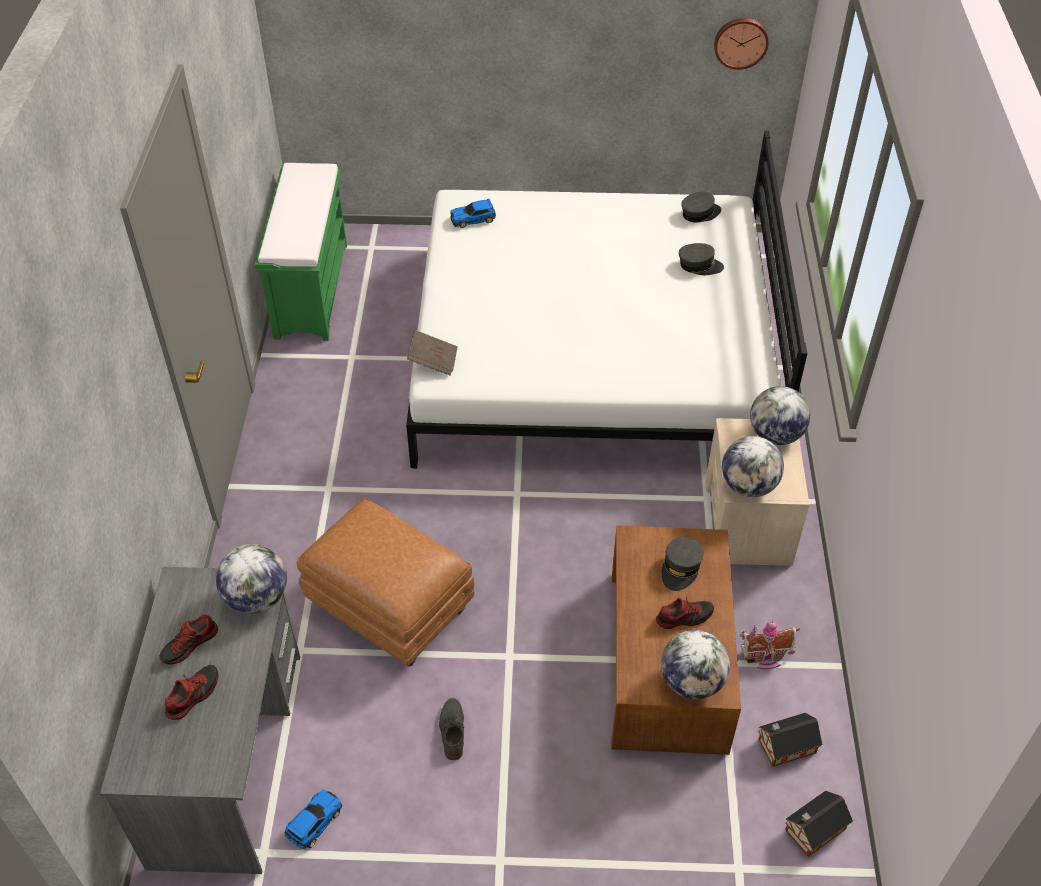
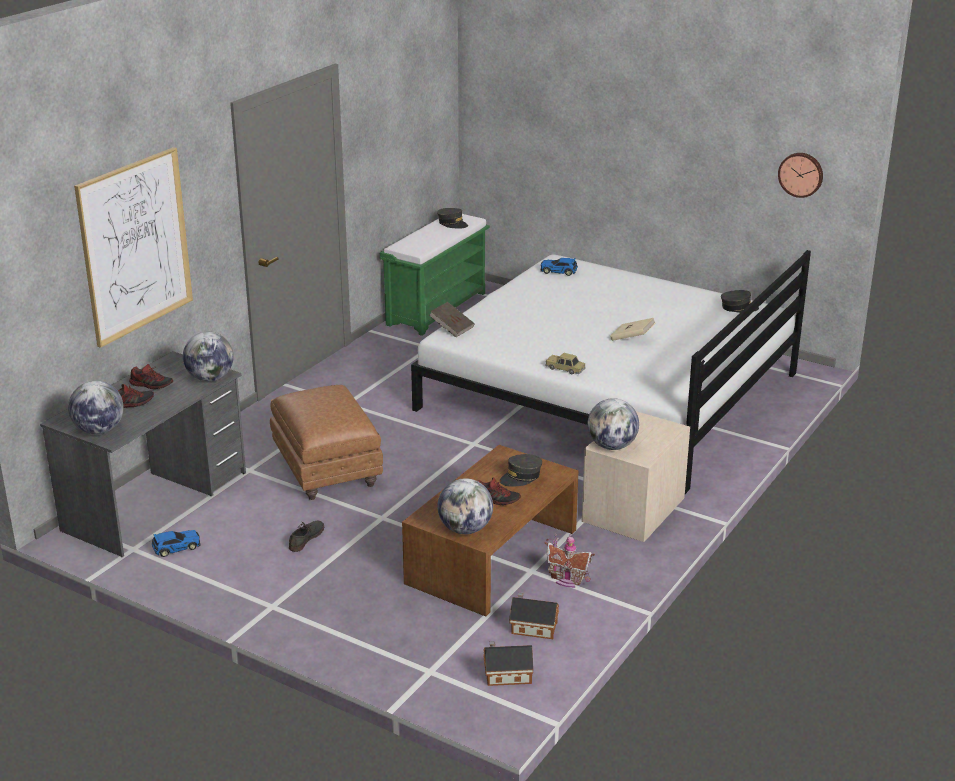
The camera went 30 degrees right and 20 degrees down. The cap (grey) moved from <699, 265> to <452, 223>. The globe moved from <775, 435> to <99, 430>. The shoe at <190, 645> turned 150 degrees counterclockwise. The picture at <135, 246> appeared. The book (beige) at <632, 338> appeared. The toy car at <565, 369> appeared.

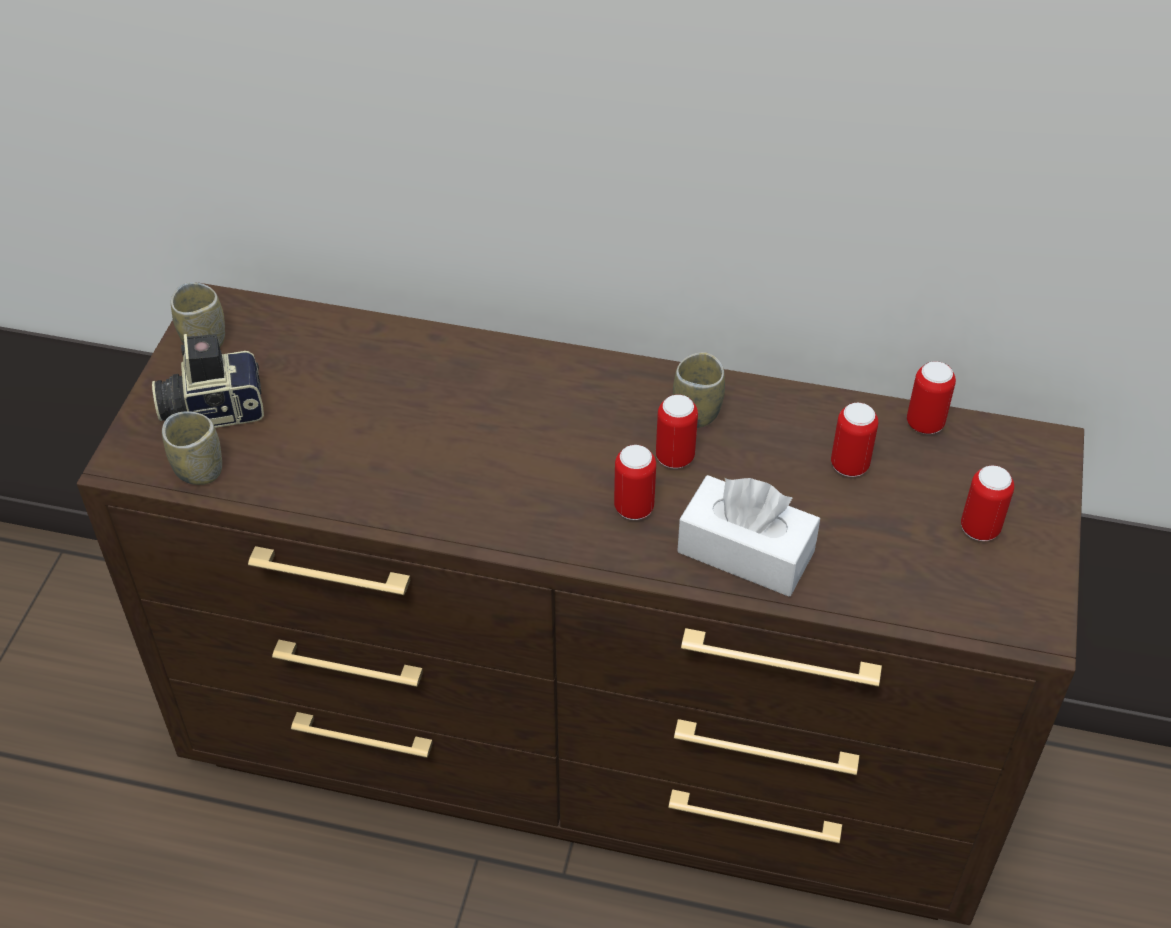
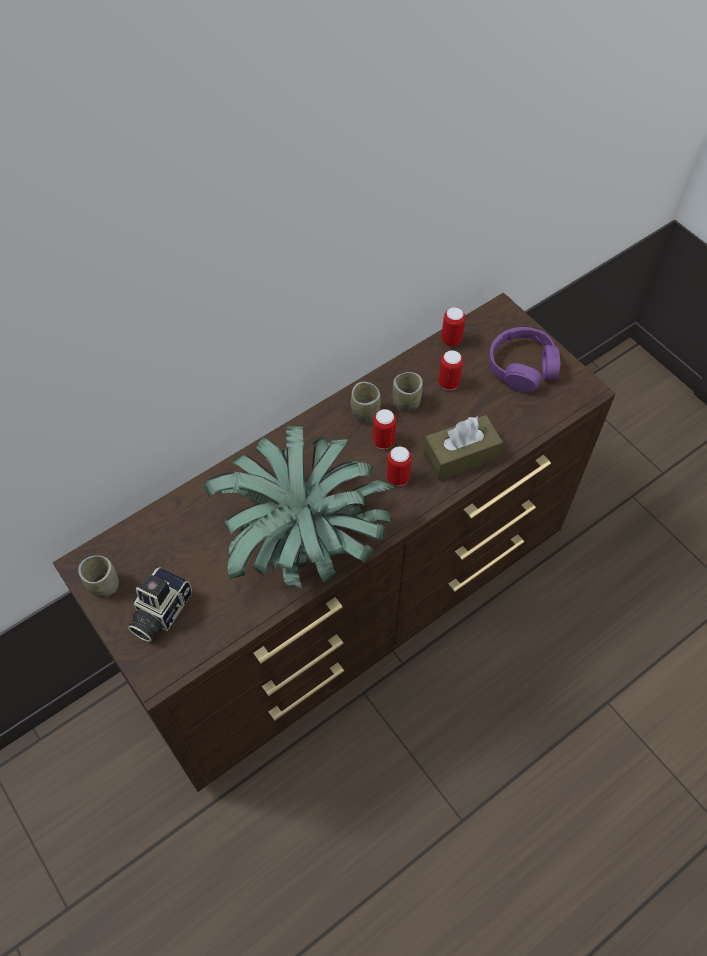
The camera went 50 degrees left and 10 degrees up. The cup moved from <199, 470> to <406, 403>. The can at <980, 528> was replaced by the headphones (purple) at <522, 367>. The tissue box (white) at <745, 552> became the tissue box (brown) at <461, 455>. The potted plant at <302, 536> appeared.

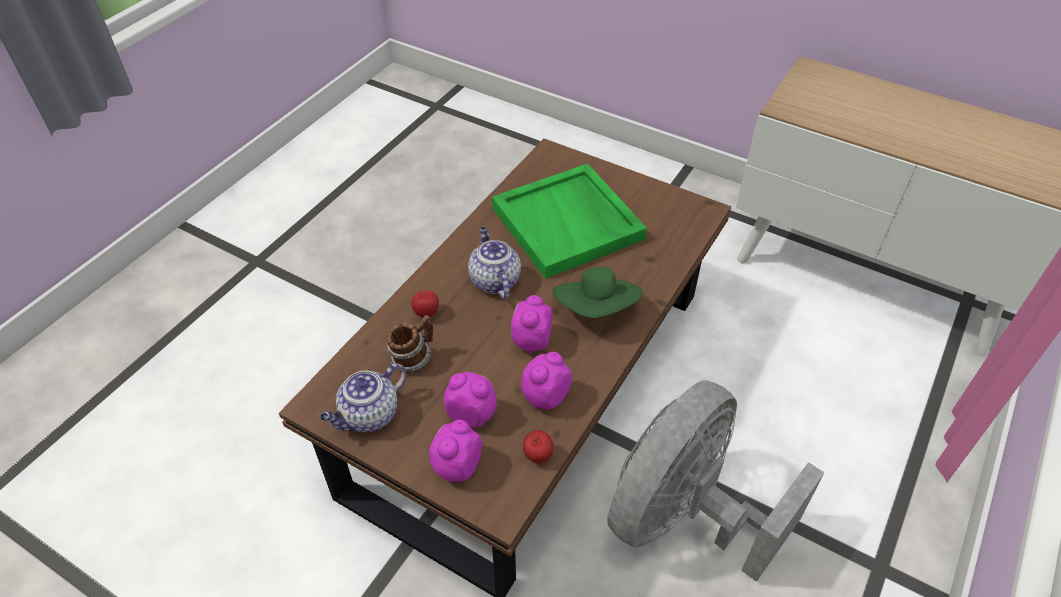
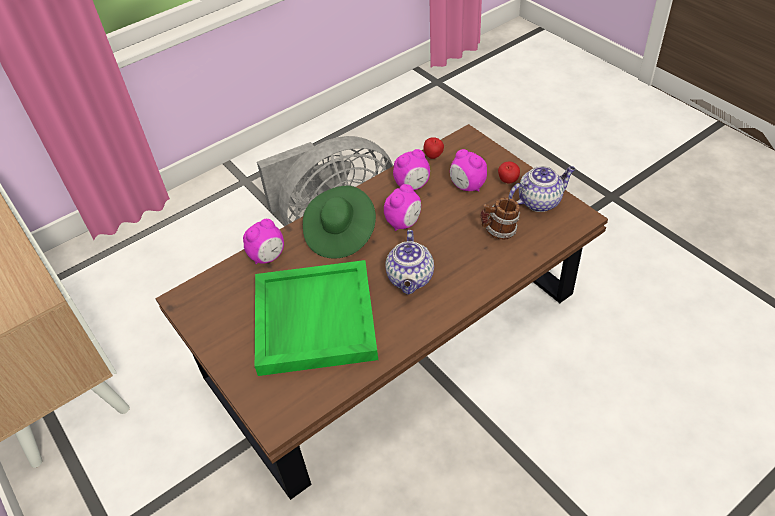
The camera went 155 degrees left and 0 degrees up. The apple moved from <426, 313> to <508, 181>. The alarm clock moved from <457, 467> to <268, 257>.

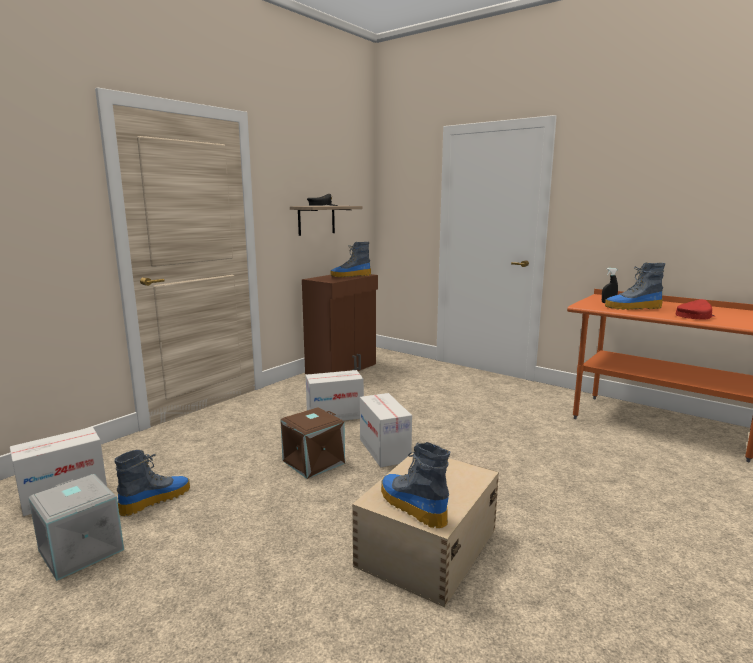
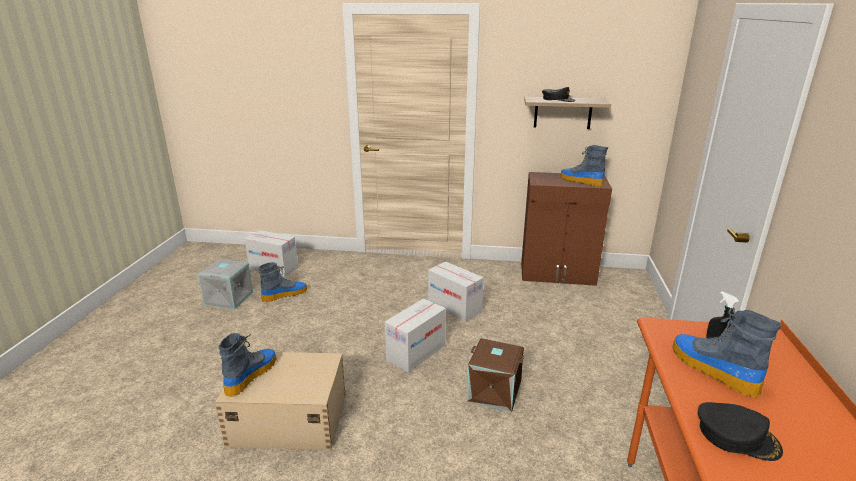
The camera went 60 degrees right and 10 degrees up. The cap (red) at <694, 316> became the cap (black) at <737, 436>. The storage box (brown) moved from <313, 462> to <493, 392>. The boot at <156, 499> turned 45 degrees counterclockwise.

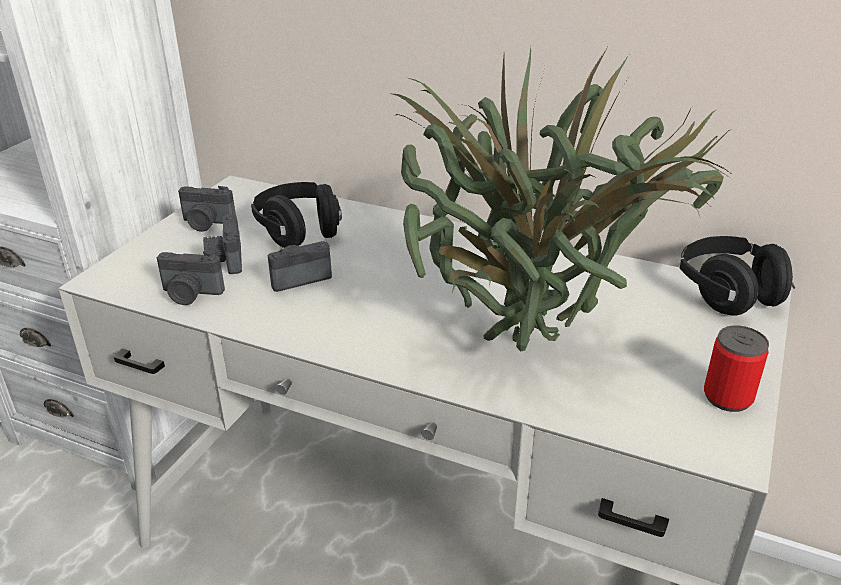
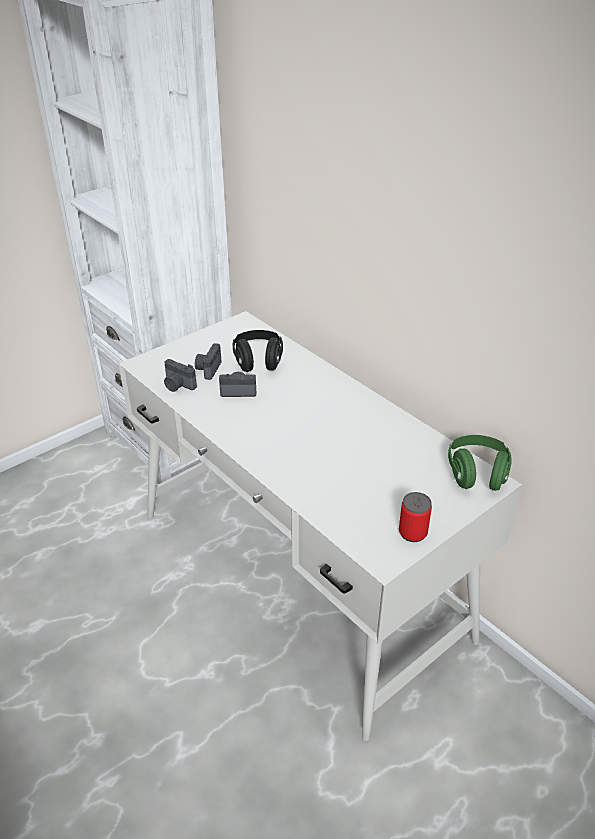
The camera went 25 degrees right and 5 degrees up. The potted plant at <530, 354> disappeared. The photo camera at <206, 223> disappeared. The headphones (black) at <727, 294> became the headphones (green) at <477, 474>.

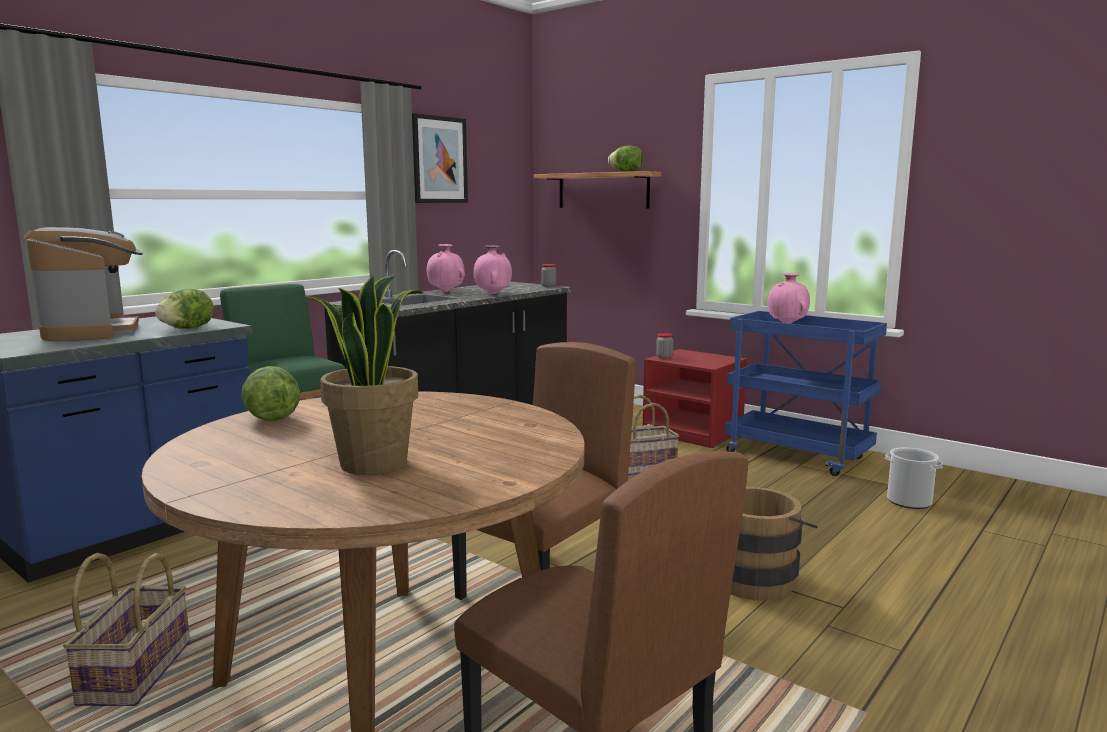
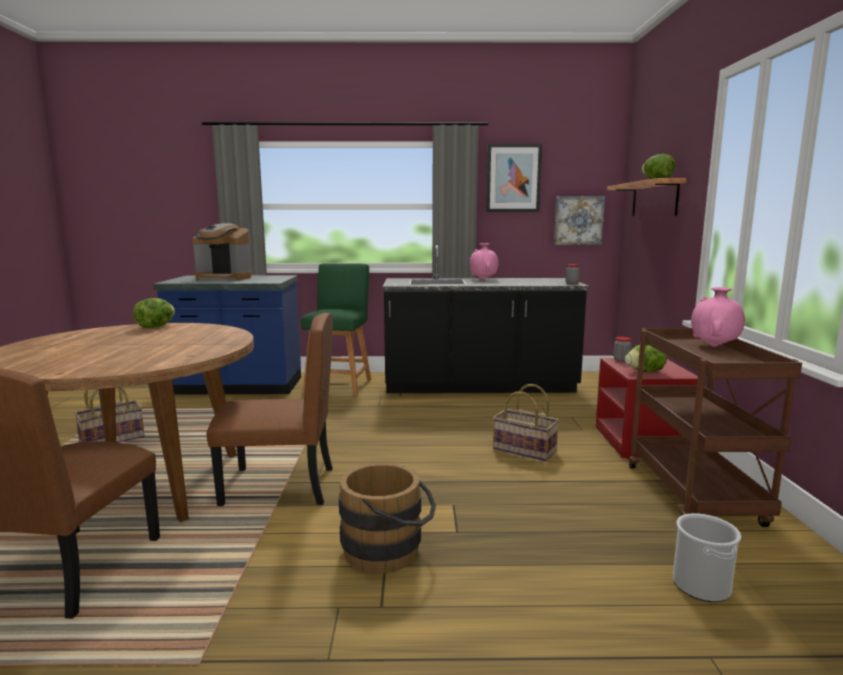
The camera went 50 degrees right and 0 degrees up. The coffee machine at <93, 332> turned 75 degrees clockwise. The vase (pink) at <493, 294> disappeared. The potted plant at <373, 463> disappeared. The lettuce moved from <187, 328> to <645, 372>. The cart (blue) at <798, 456> became the cart (brown) at <695, 497>. The picture at <578, 220> appeared.

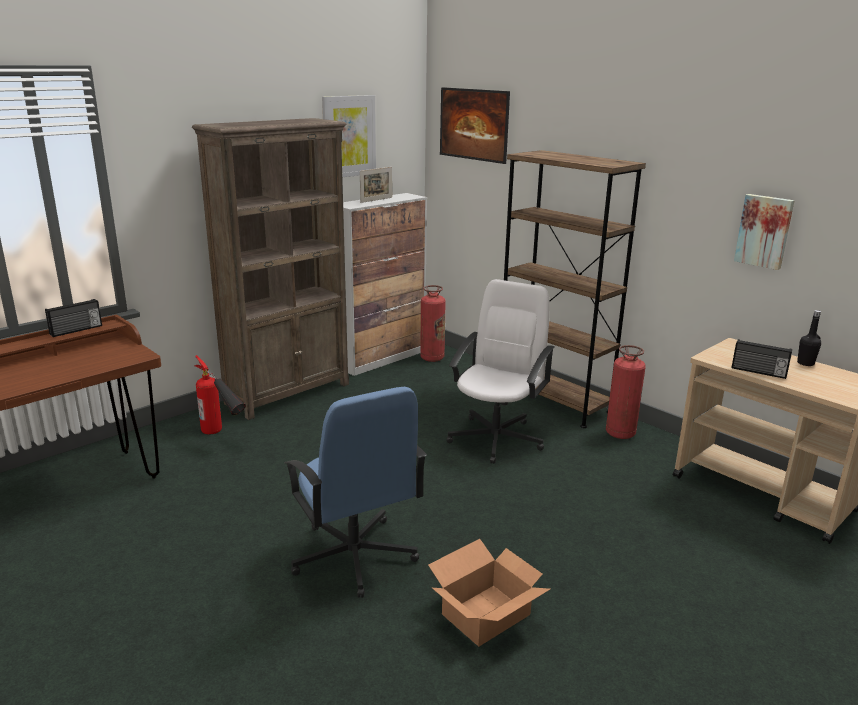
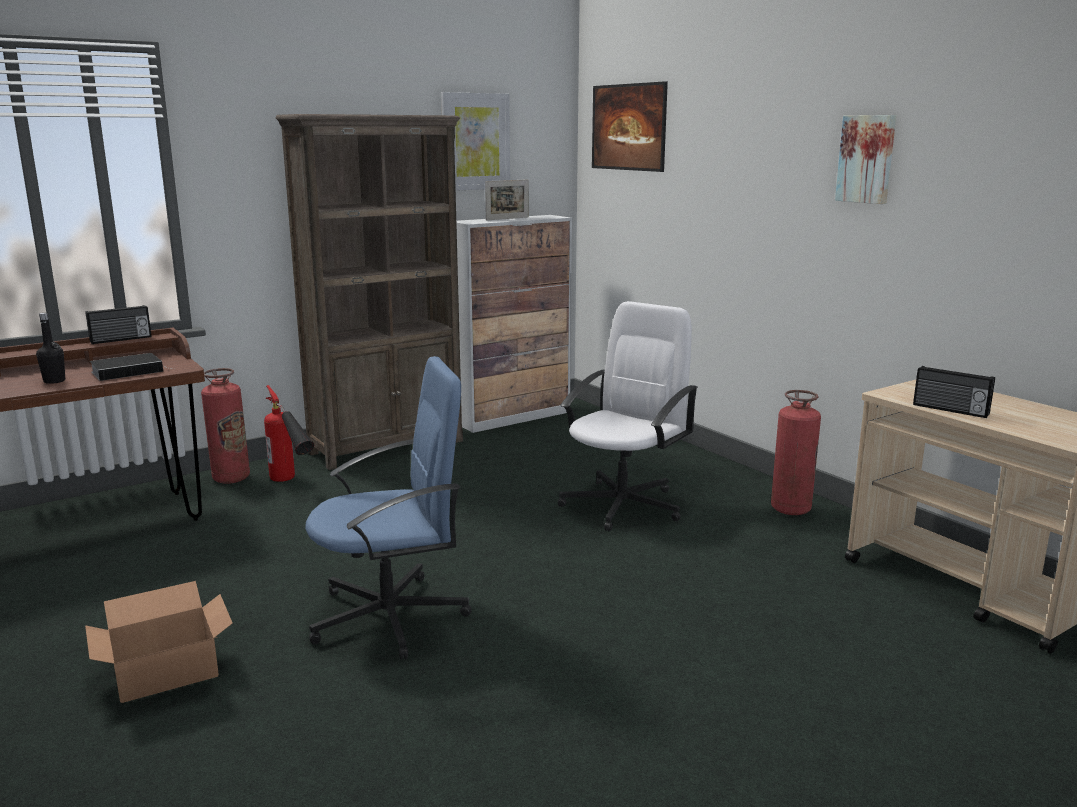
The camera went 10 degrees right and 5 degrees down. The bookcase (brown) at <552, 401> disappeared. The picture moved from <764, 231> to <867, 159>. The fire extinguisher moved from <432, 358> to <231, 478>. The bottle (black) moved from <805, 363> to <54, 381>. The office chair (blue) at <354, 557> turned 90 degrees counterclockwise. The cardboard box moved from <487, 614> to <167, 671>. The book at <129, 371> appeared.

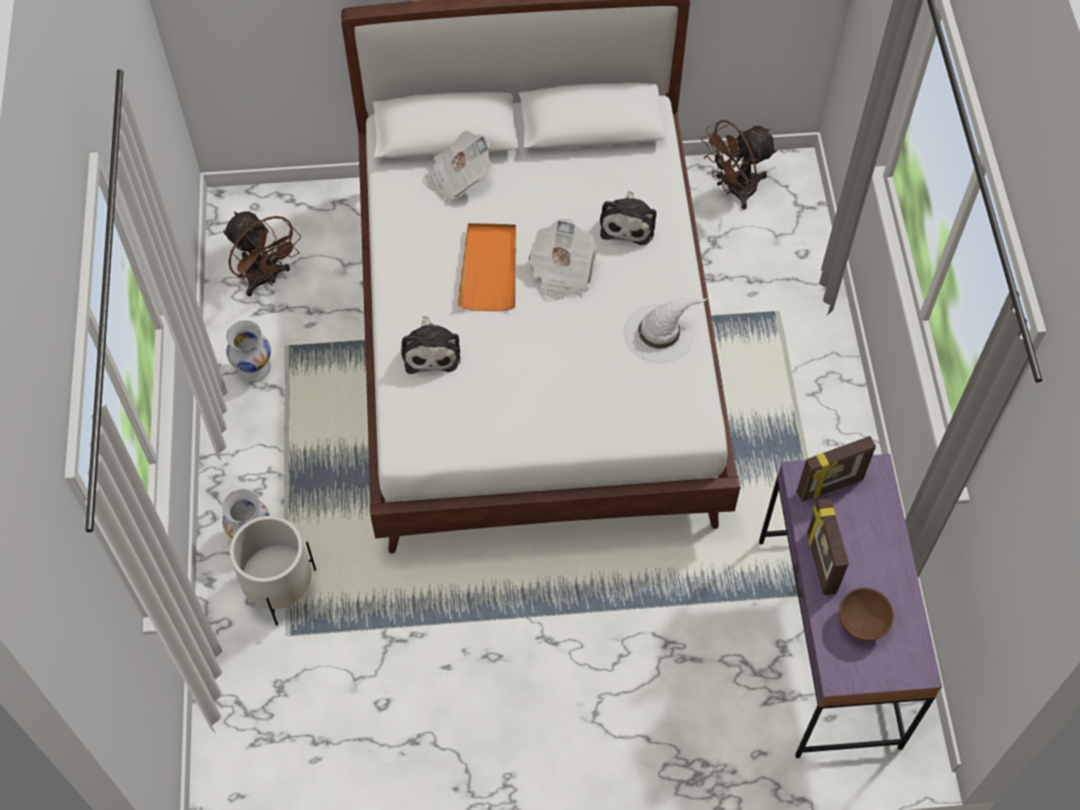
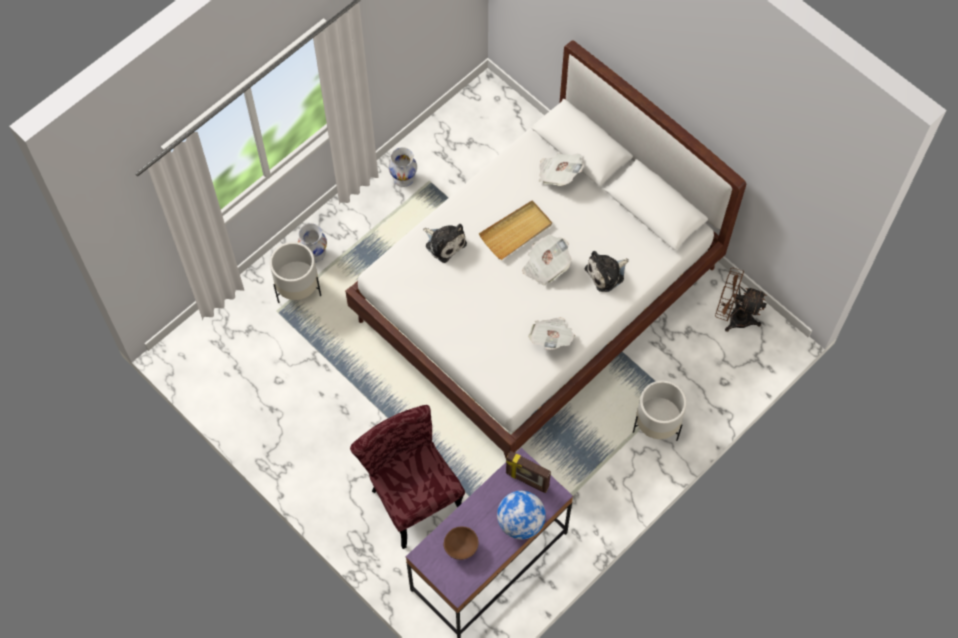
The camera went 50 degrees right and 5 degrees up. The fan (brown) at <266, 279> disappeared. The tray (orange) at <489, 269> became the tray (beige) at <516, 231>. The hat (white) at <660, 333> was replaced by the newspaper at <551, 338>. The plush toy at <431, 350> turned 90 degrees counterclockwise. The picture frame at <820, 563> disappeared. The planter (white) at <657, 424> appeared. The chair (red) at <412, 493> appeared. The globe at <520, 522> appeared.

